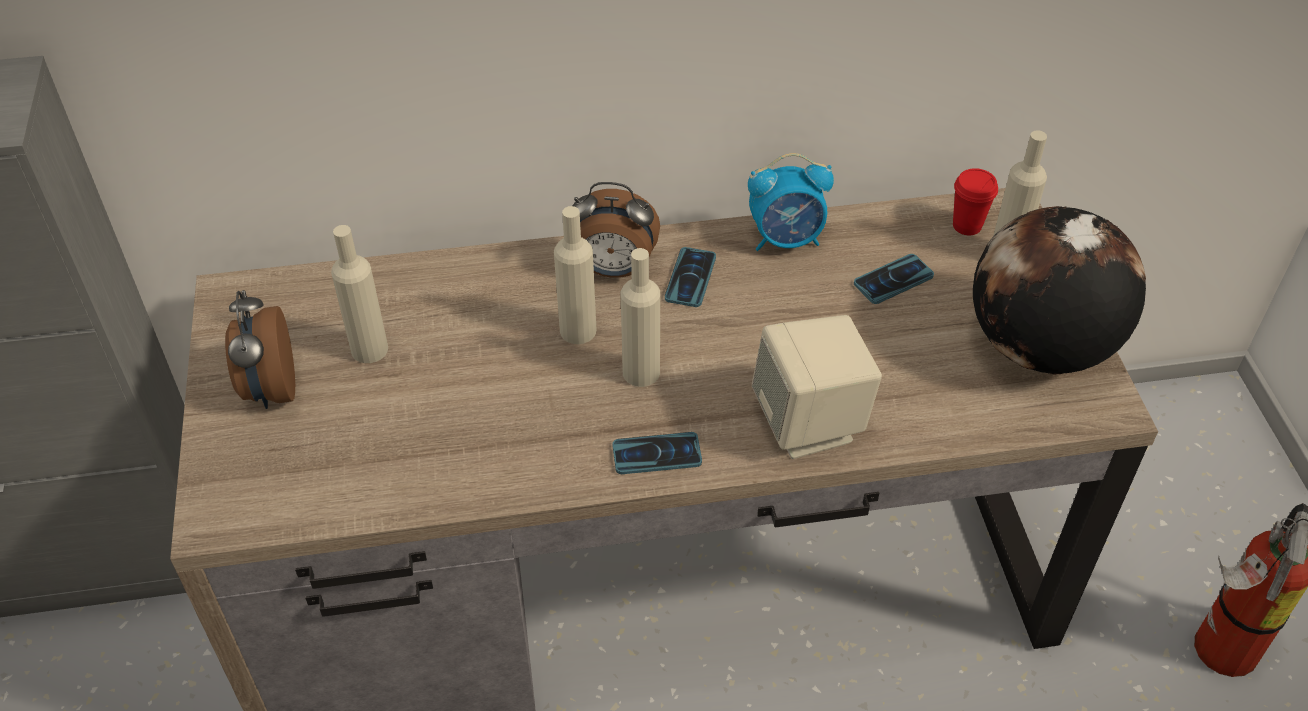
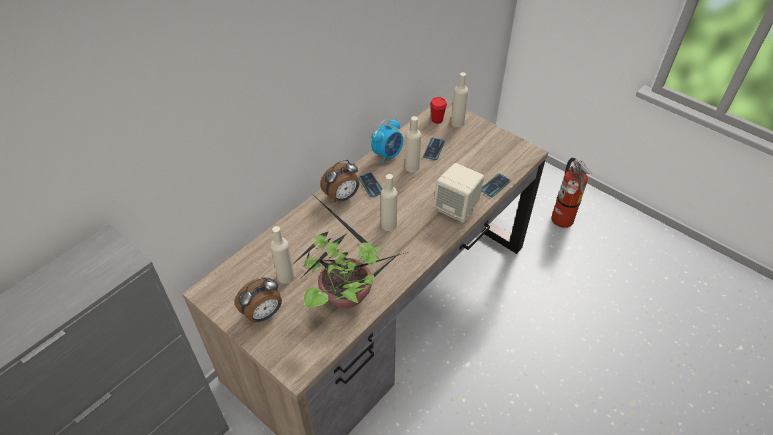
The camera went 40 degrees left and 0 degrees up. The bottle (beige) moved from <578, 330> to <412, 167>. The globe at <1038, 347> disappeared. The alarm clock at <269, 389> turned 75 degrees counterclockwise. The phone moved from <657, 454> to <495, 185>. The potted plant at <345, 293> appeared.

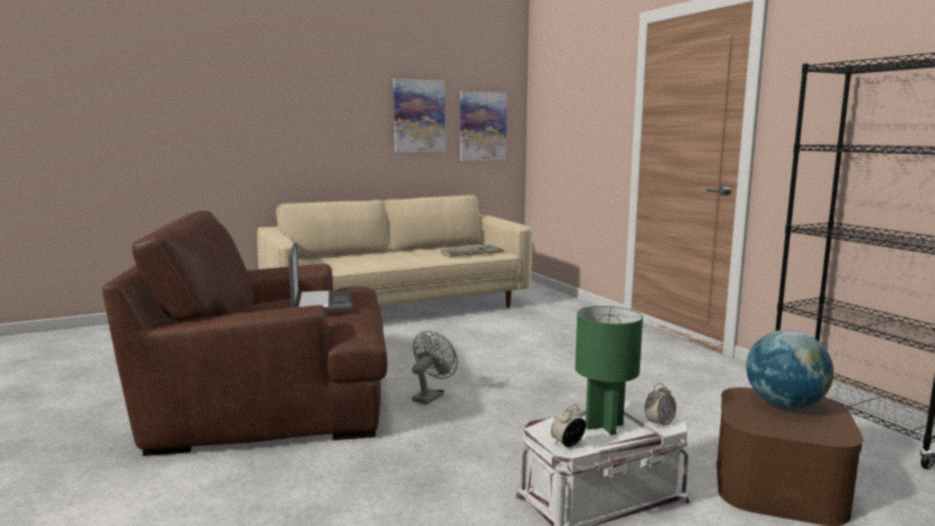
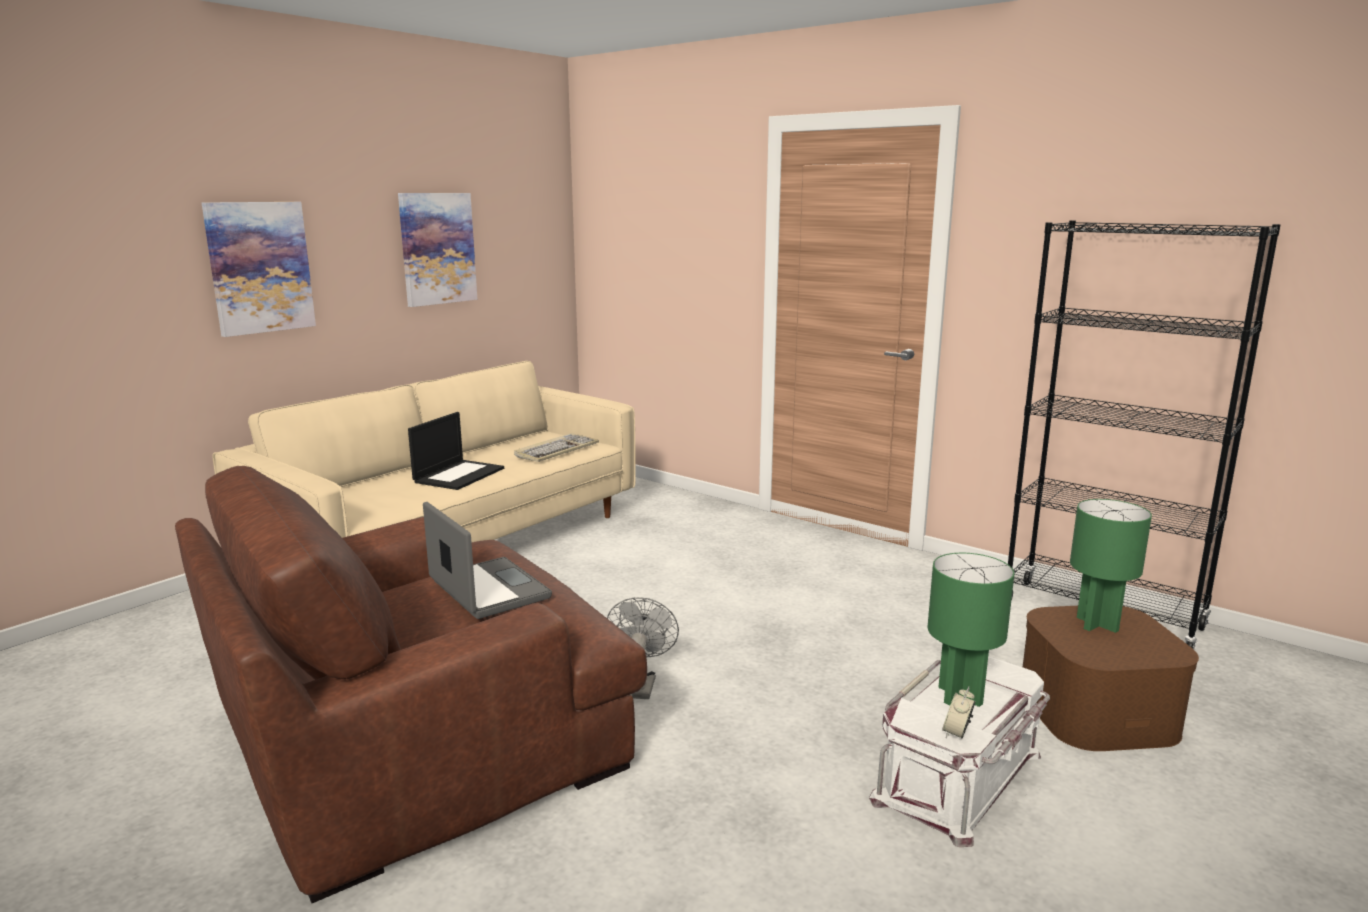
The camera went 25 degrees left and 5 degrees up. The picture moved from <482, 126> to <260, 267>. The globe at <785, 405> was replaced by the table lamp (green) at <1097, 623>. The alarm clock at <659, 423> disappeared. The laptop at <459, 475> appeared.

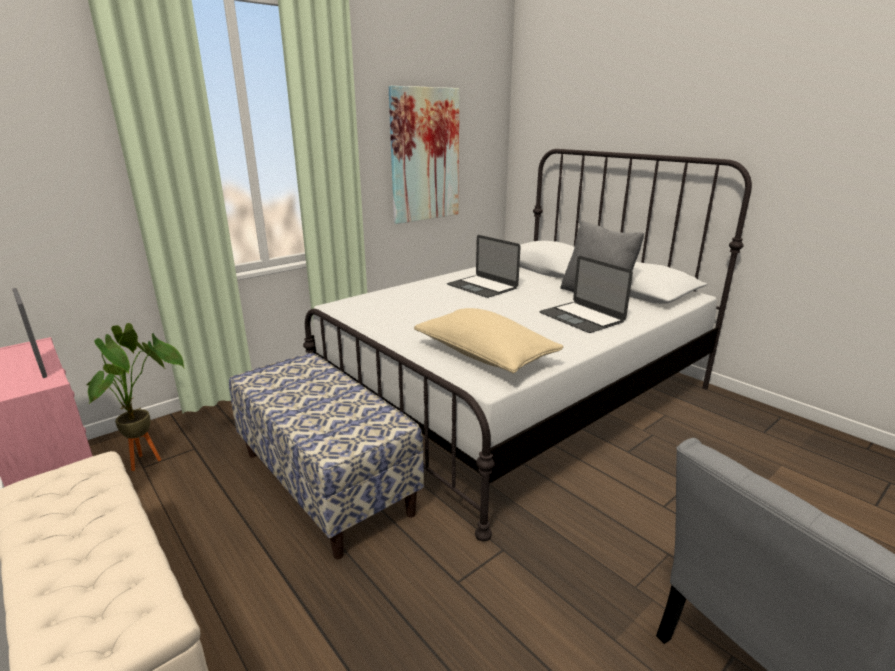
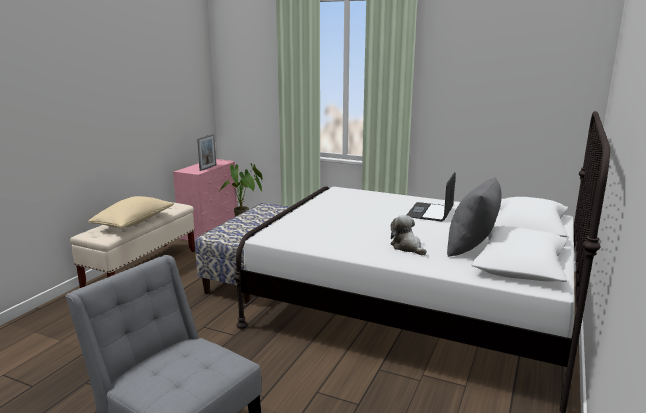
The camera went 65 degrees right and 5 degrees down. The picture at <425, 155> disappeared. The laptop at <581, 317> was replaced by the plush toy at <407, 247>. The pillow (beige) moved from <484, 356> to <134, 223>.

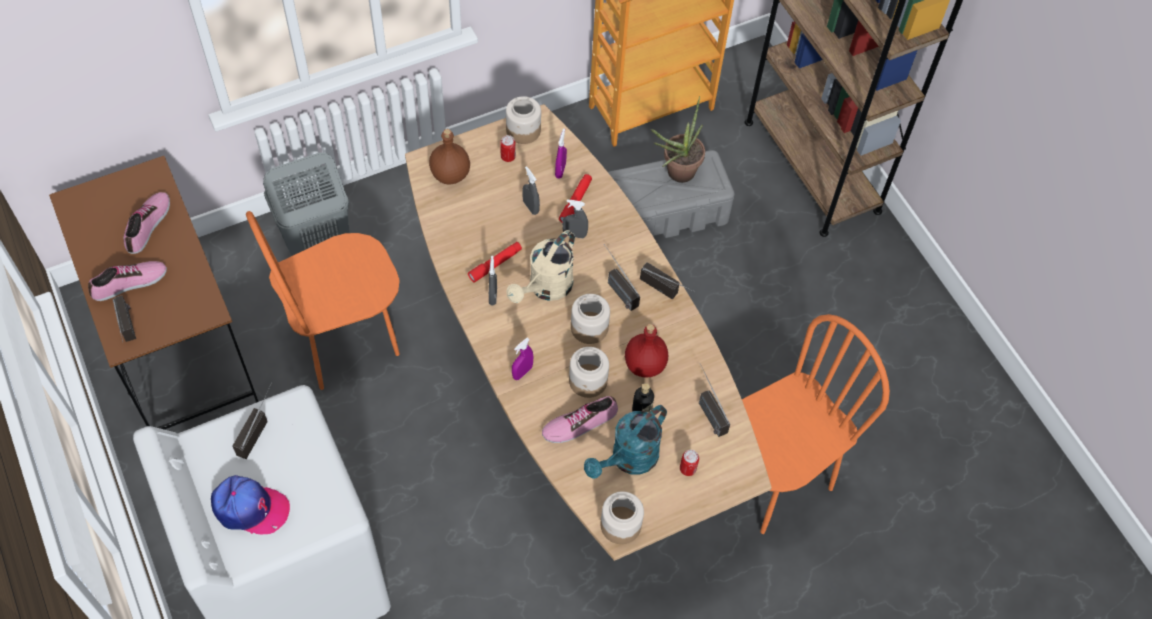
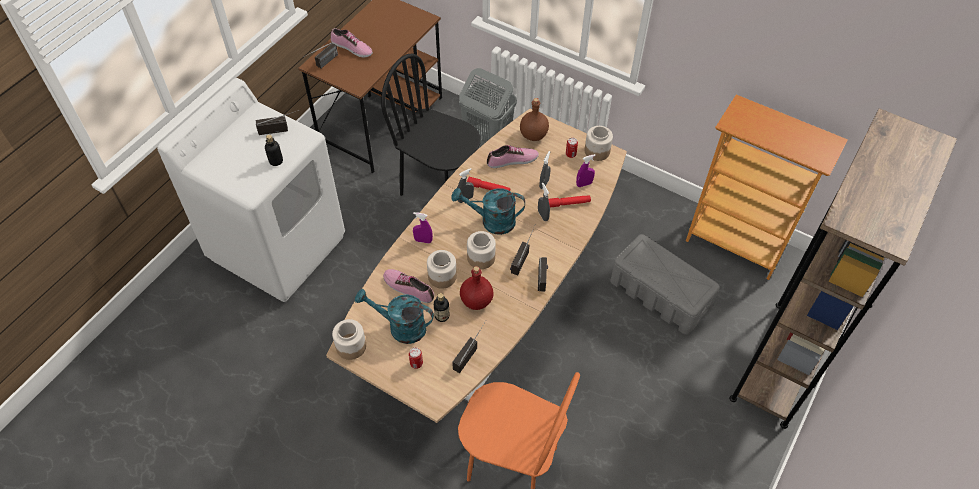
The camera went 60 degrees right and 5 degrees down. The potted plant at <676, 174> disappeared. The shoe moved from <149, 225> to <512, 160>. The chair (orange) at <345, 340> became the chair (black) at <439, 187>. The watering can (beige) at <546, 288> became the watering can (turquoise) at <491, 221>. The cap at <250, 508> disappeared. The bottle at <276, 161> appeared.

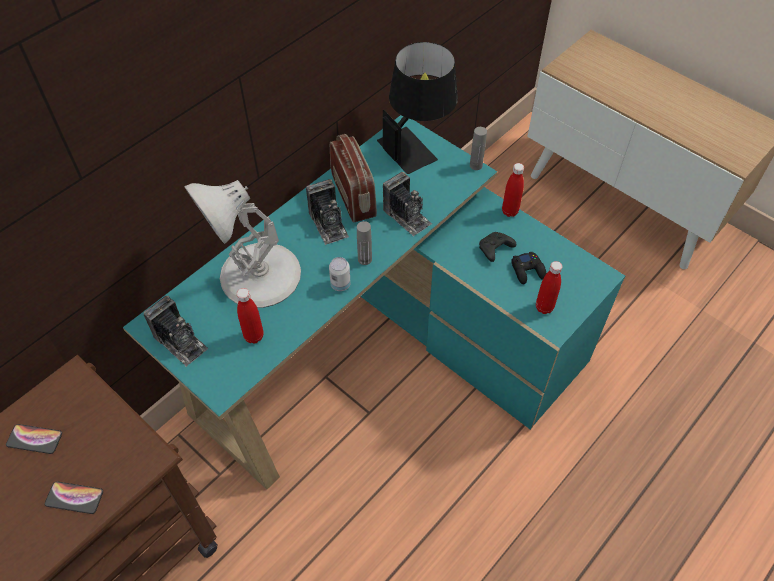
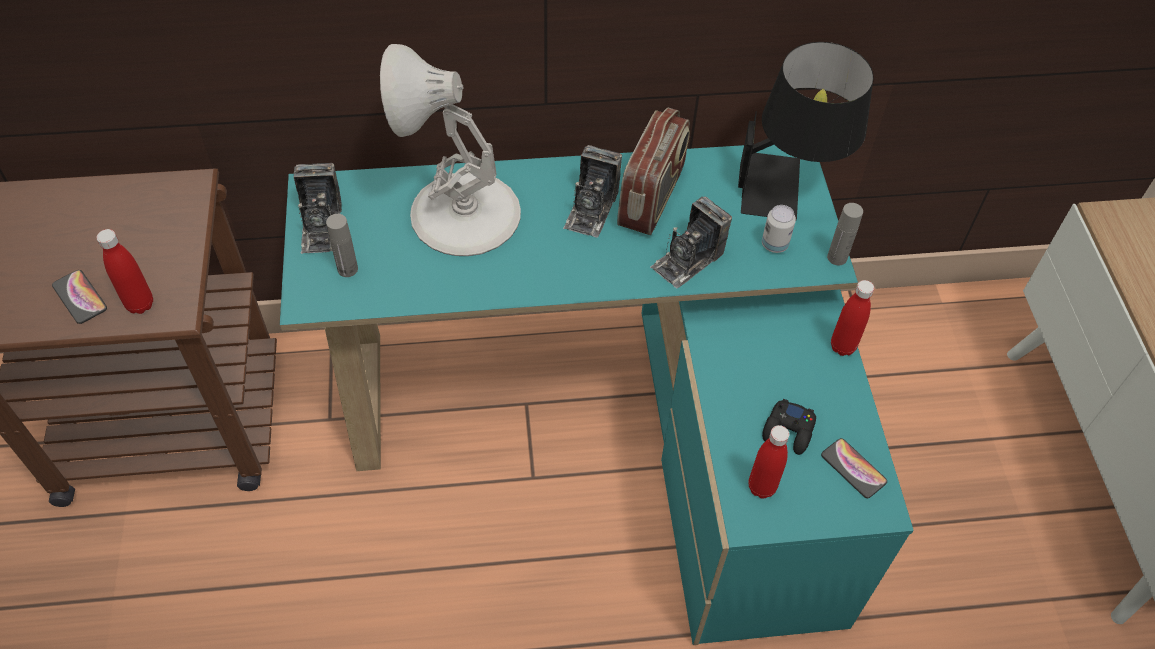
The camera went 40 degrees right and 0 degrees up. The photo camera at <407, 216> turned 45 degrees clockwise. The bottle (grey) moved from <364, 259> to <347, 269>. The game controller (black) at <494, 250> disappeared. The can moved from <340, 284> to <774, 244>. The bottle (red) moved from <254, 336> to <140, 304>. The phone moved from <34, 439> to <853, 468>.

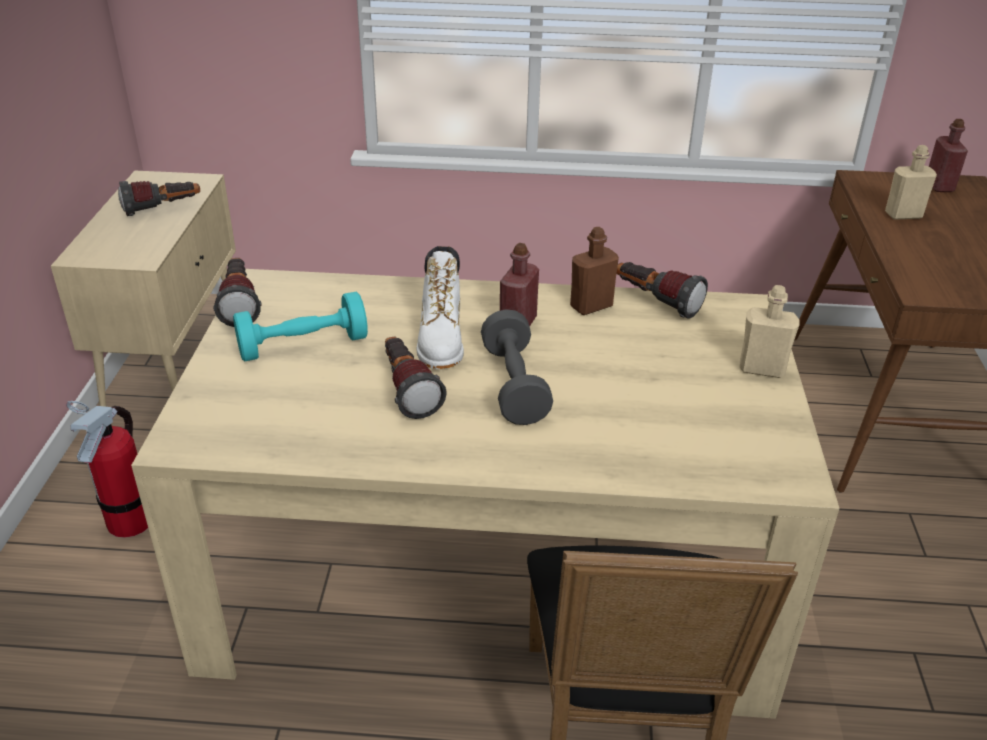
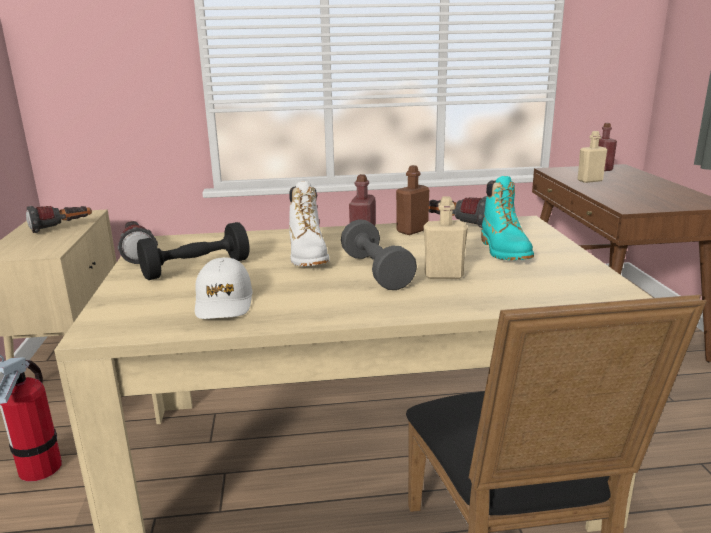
The camera went 10 degrees left and 15 degrees down. The bottle (beige) moved from <761, 369> to <443, 275>. The dumbbell (turquoise) at <303, 346> became the dumbbell (black) at <196, 268>. The flashlight at <407, 390> disappeared. The boot (turquoise) at <504, 251> appeared. The cap (white) at <224, 302> appeared.

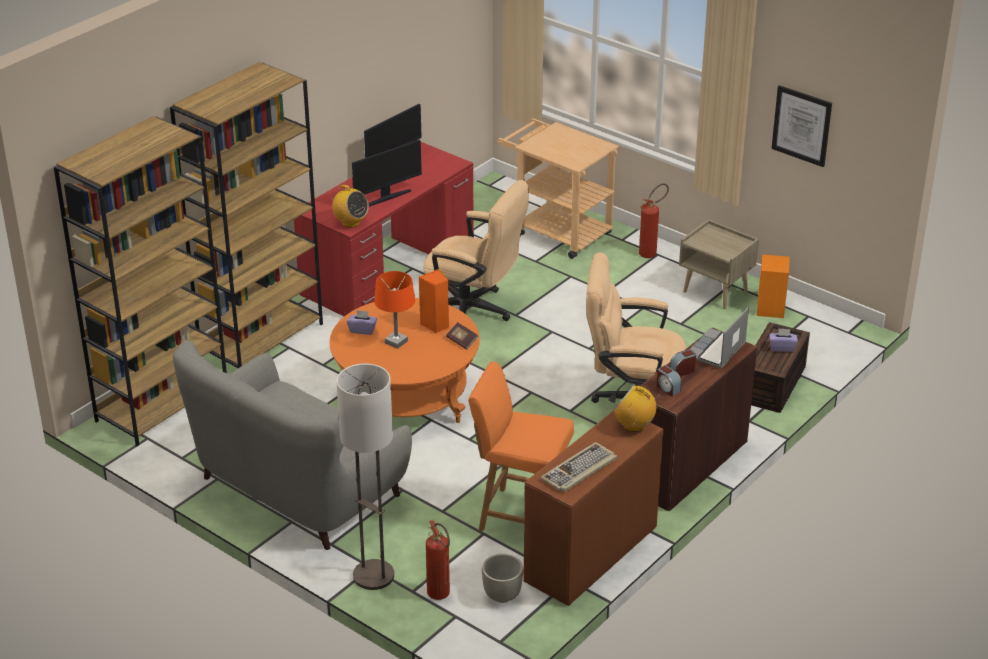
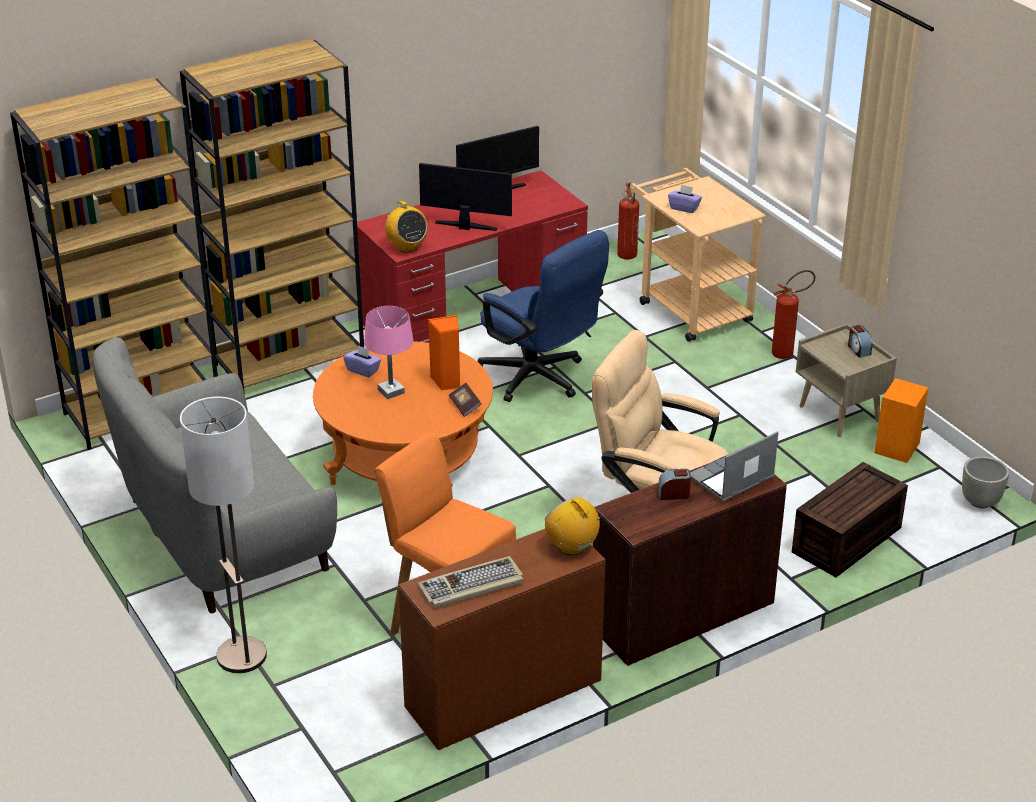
The camera went 20 degrees right and 0 degrees up. The picture at <802, 125> disappeared. The monitor at <387, 197> turned 150 degrees counterclockwise. The office chair (beige) at <474, 311> became the office chair (blue) at <539, 379>. The table lamp (orange) at <396, 342> became the table lamp (pink) at <391, 391>. The tissue box (purple) moved from <782, 347> to <684, 208>. The alarm clock moved from <667, 388> to <858, 350>. The fire extinguisher moved from <441, 596> to <628, 257>. The planter (grey) moved from <502, 595> to <980, 501>.

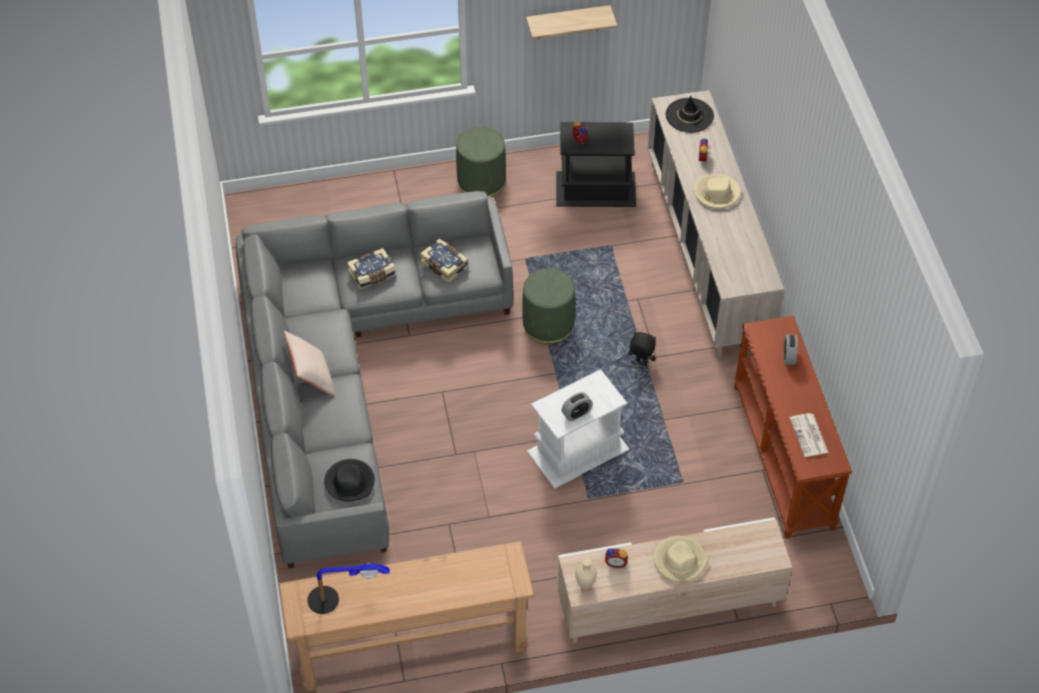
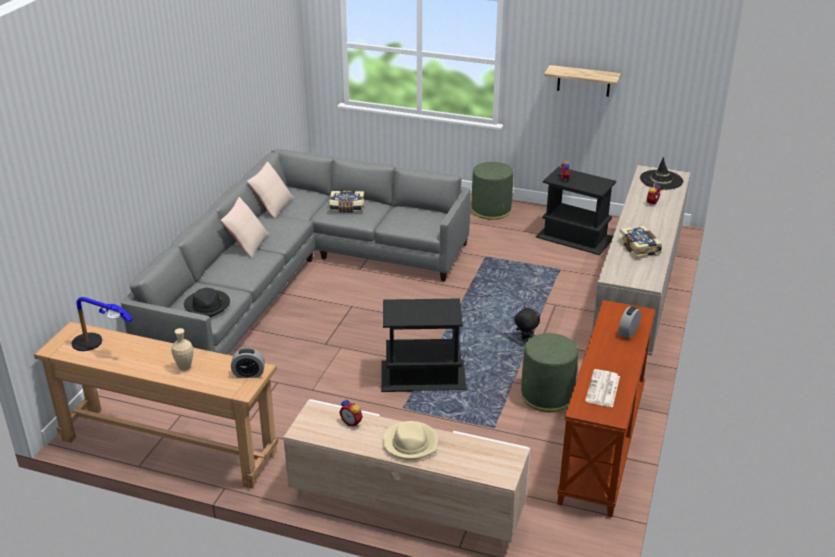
The camera went 30 degrees right and 20 degrees down. The hat (beige) at <716, 193> disappeared. The book moved from <445, 265> to <640, 248>. The ottoman (green) moved from <548, 324> to <547, 395>. The side table (white) at <579, 450> became the side table (black) at <424, 375>. The alarm clock moved from <576, 413> to <249, 374>. The vase (beige) moved from <585, 585> to <185, 367>. The pillow (beige) at <272, 206> appeared.

